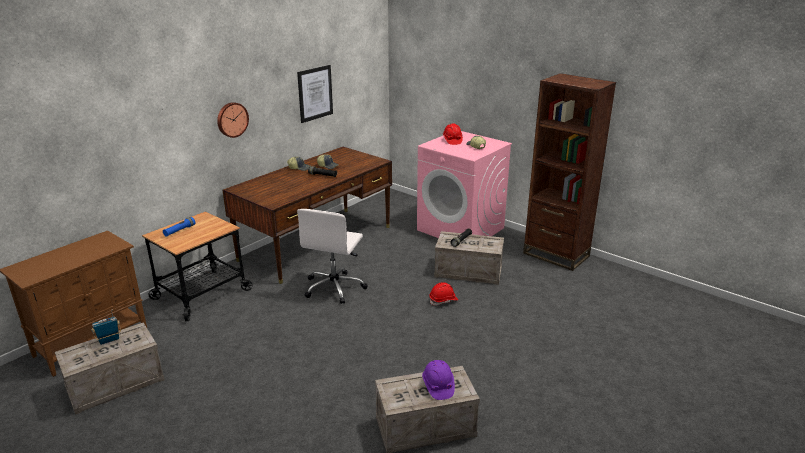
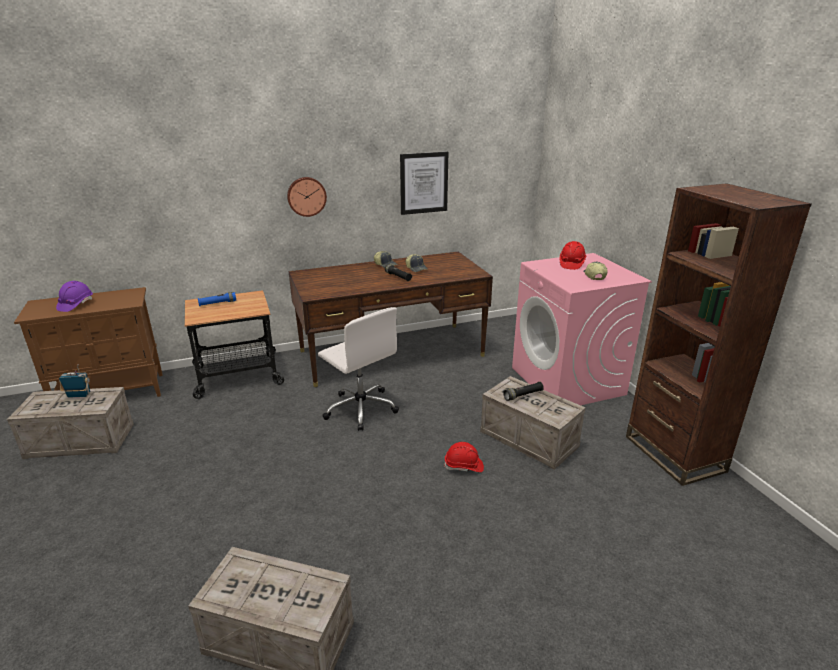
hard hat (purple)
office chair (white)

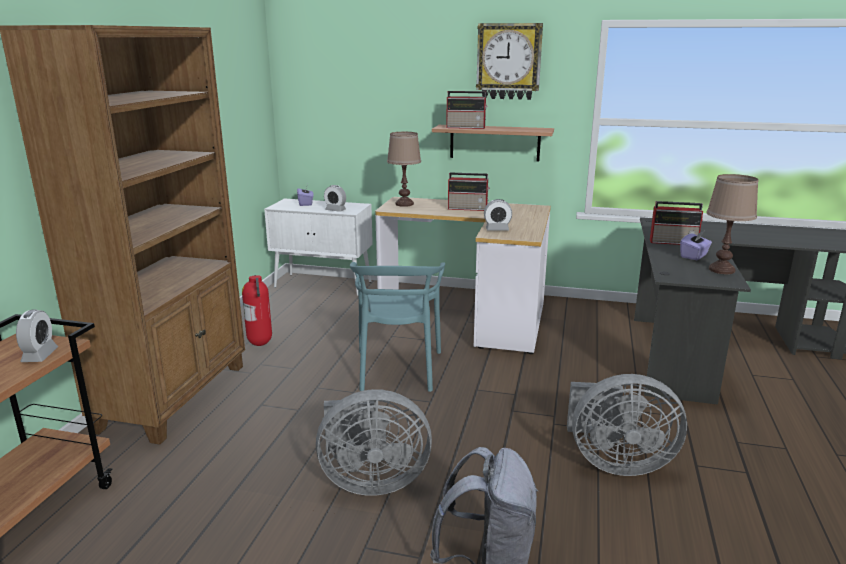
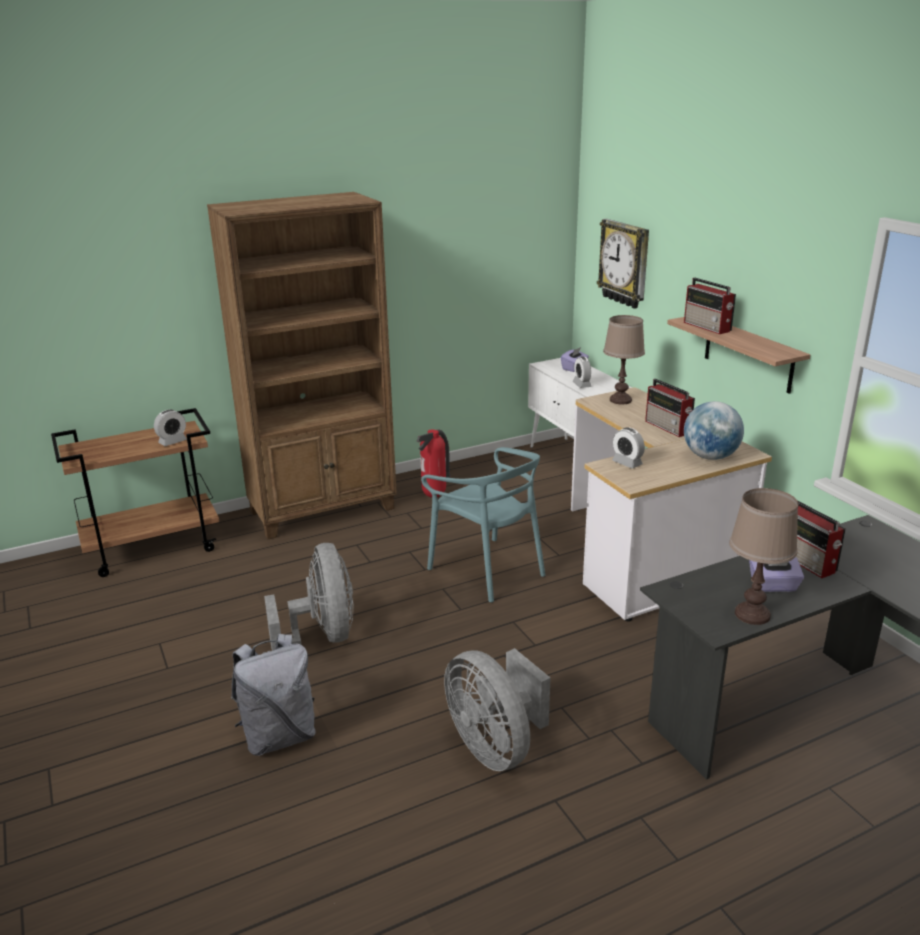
fan (grey) (1st from left)
chair (turquoise)
wall clock
globe

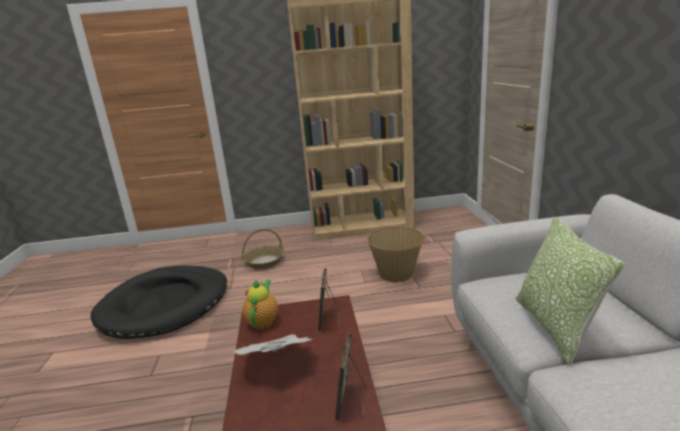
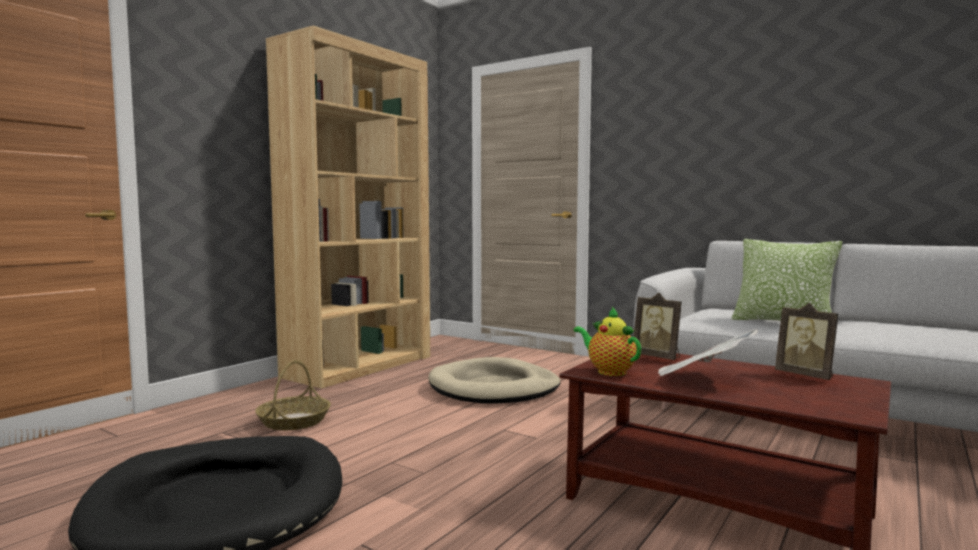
dog bed (beige)

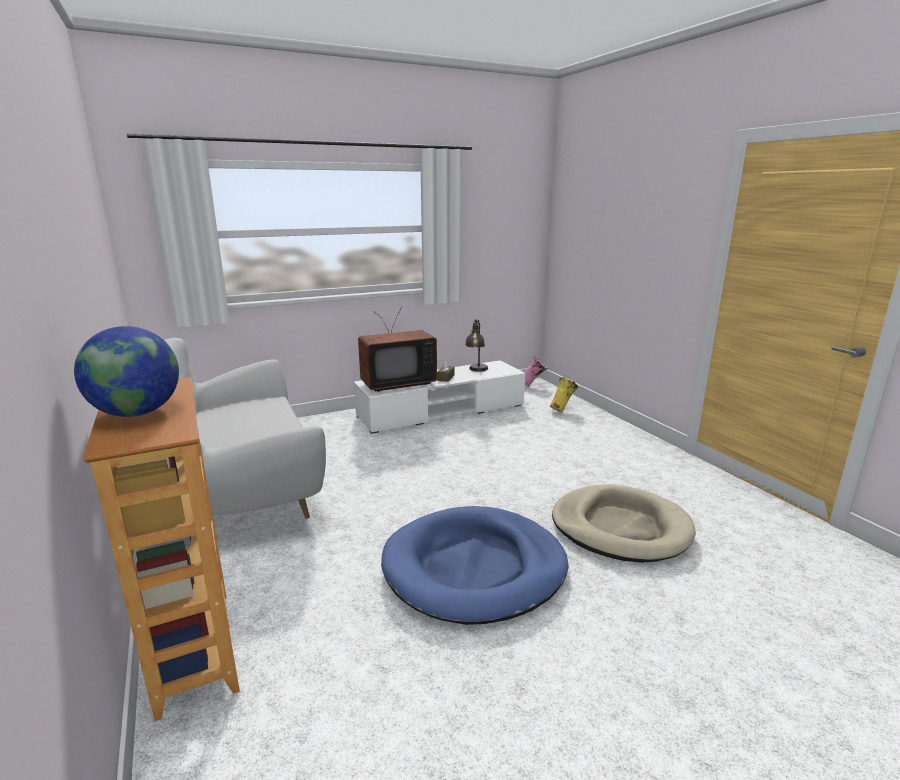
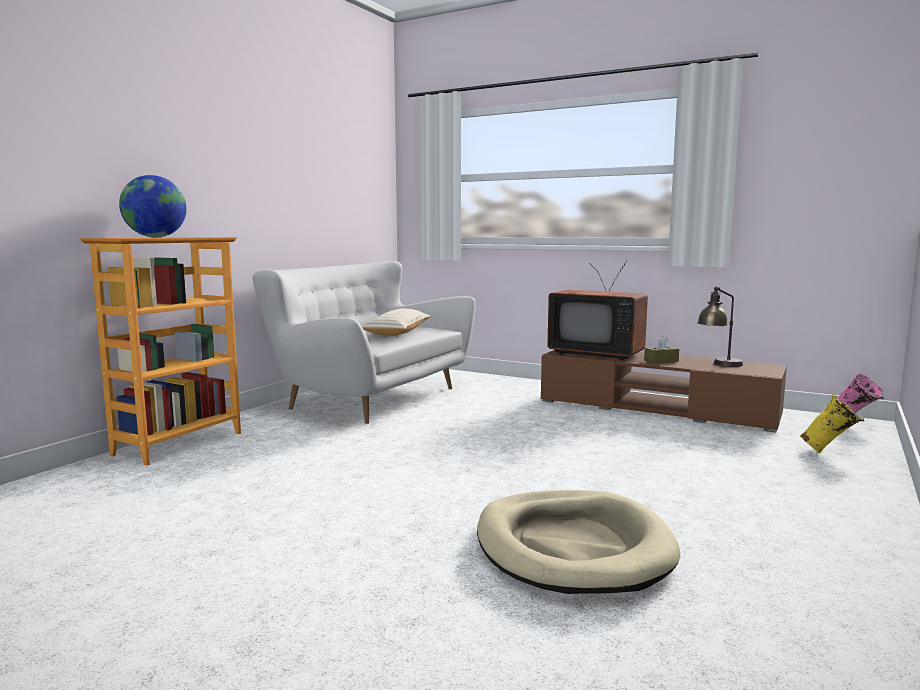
pillow (beige)
tv stand (brown)
dog bed (blue)

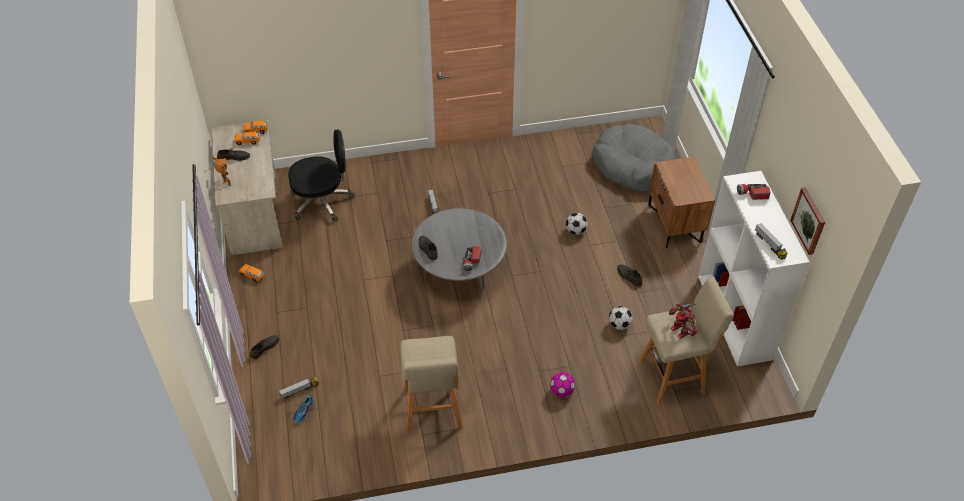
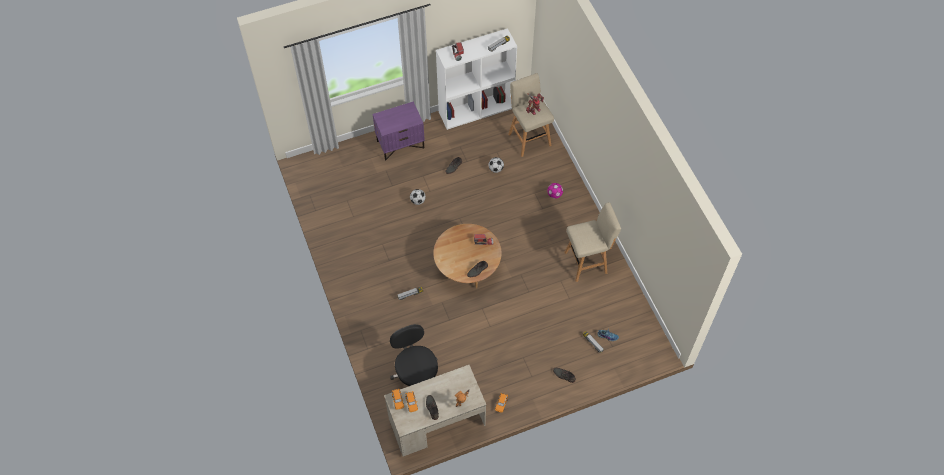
nightstand (purple)
coffee table (brown)
dog bed (grey)
picture

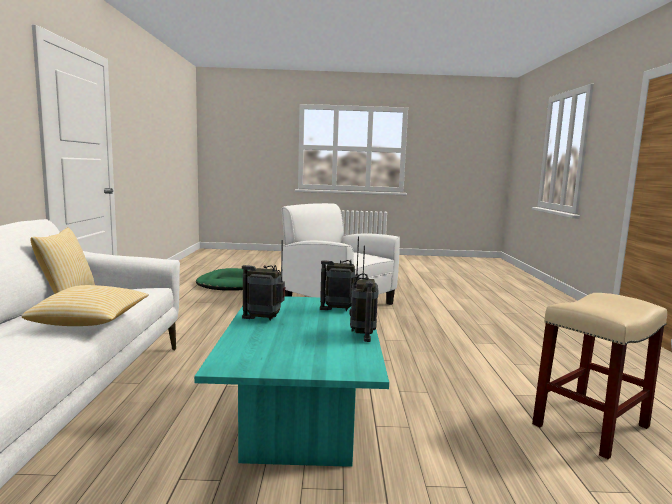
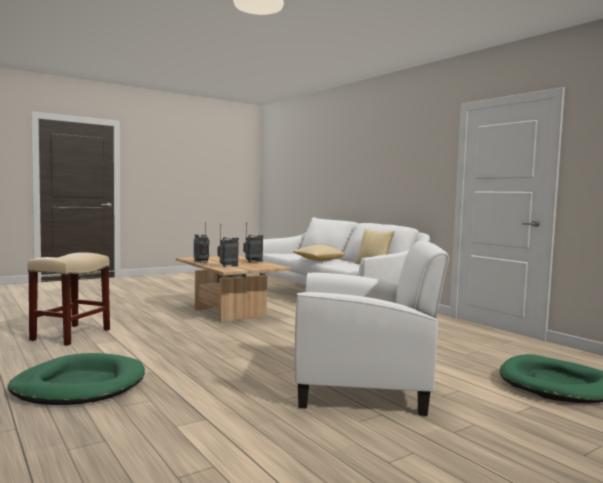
dog bed (green) (1st from left)
coffee table (beige)

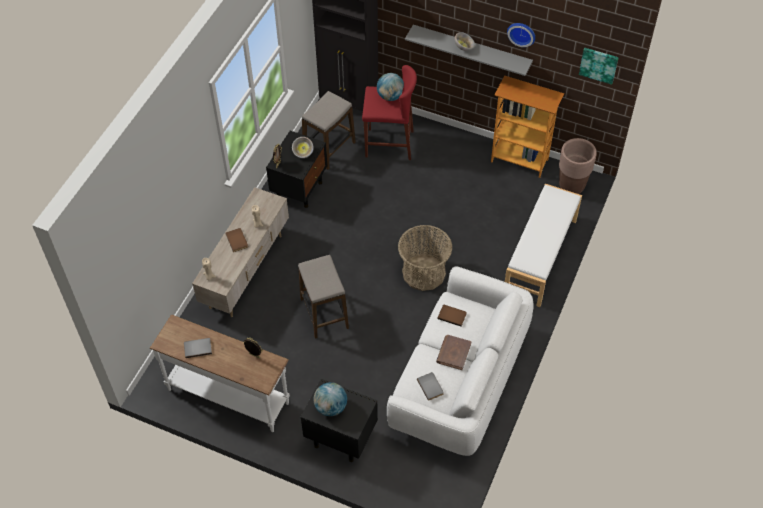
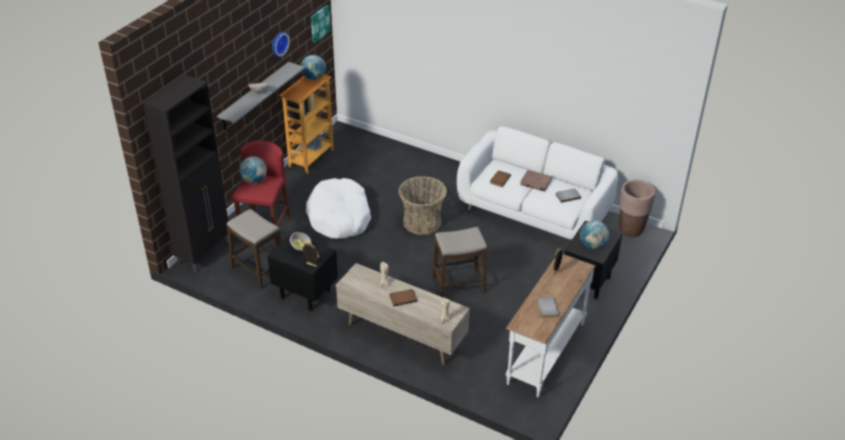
globe (2nd from left)
dog bed (white)
planter (brown)
bench (white)

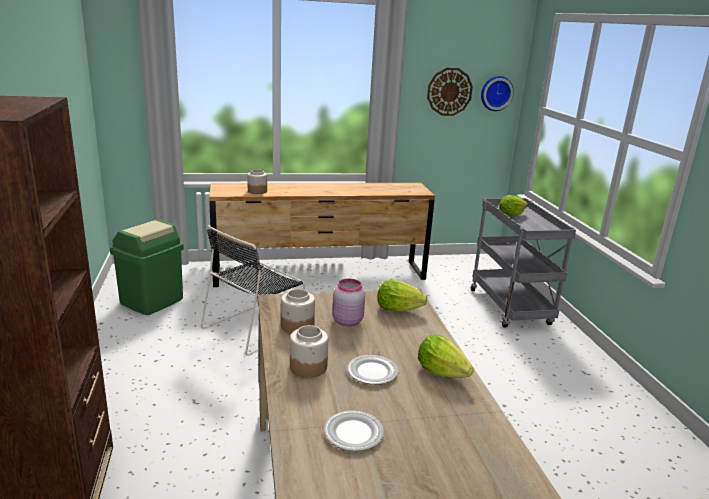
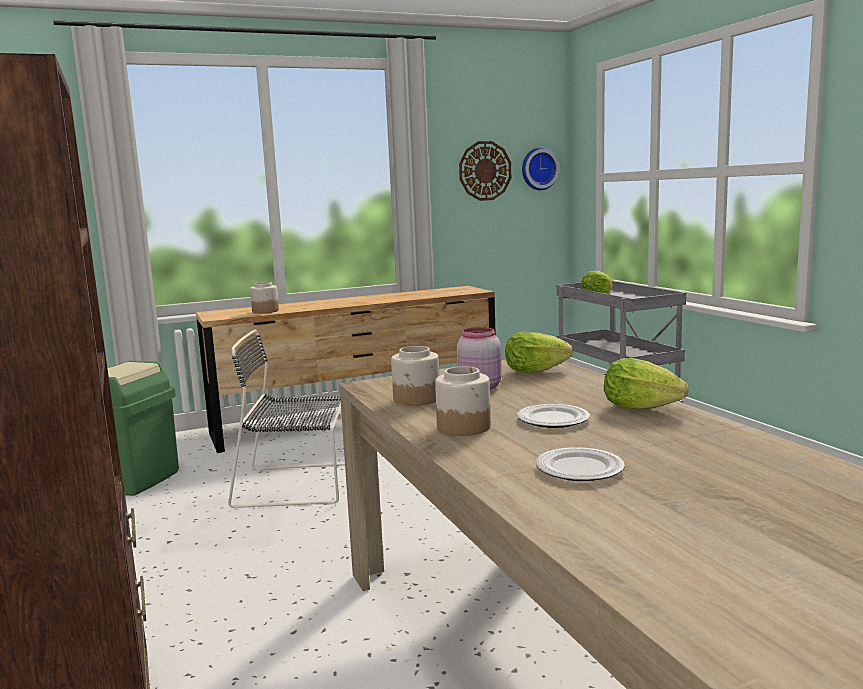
chair (black)

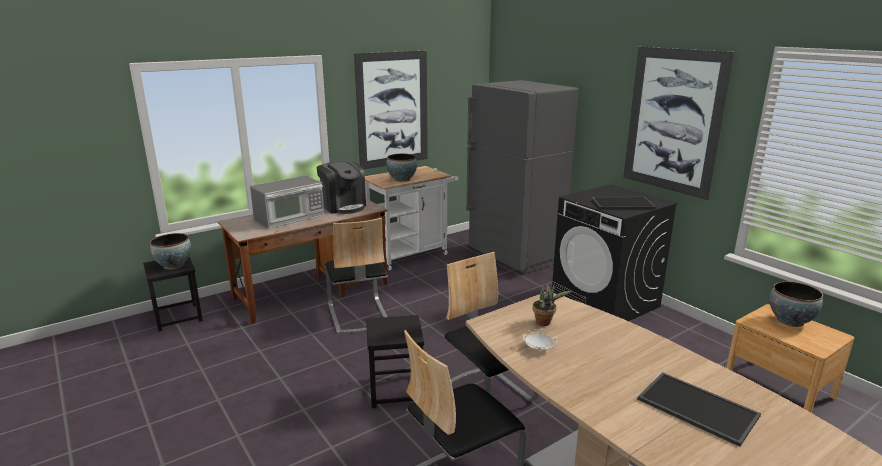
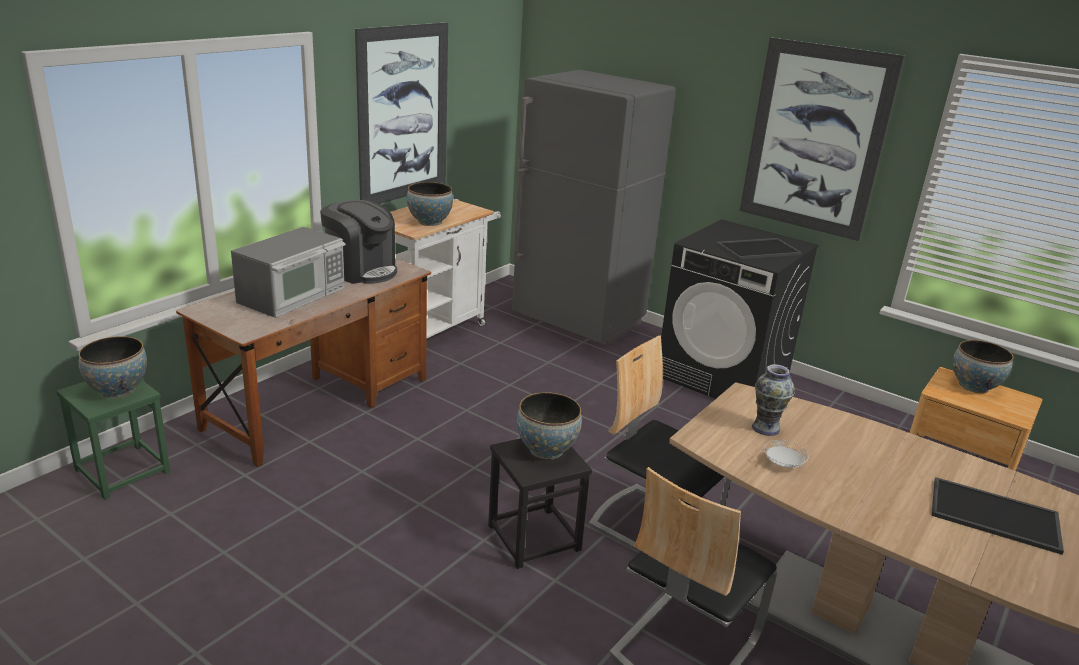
stool (green)
bowl (3rd from left)
vase
chair (1st from left in the first image)

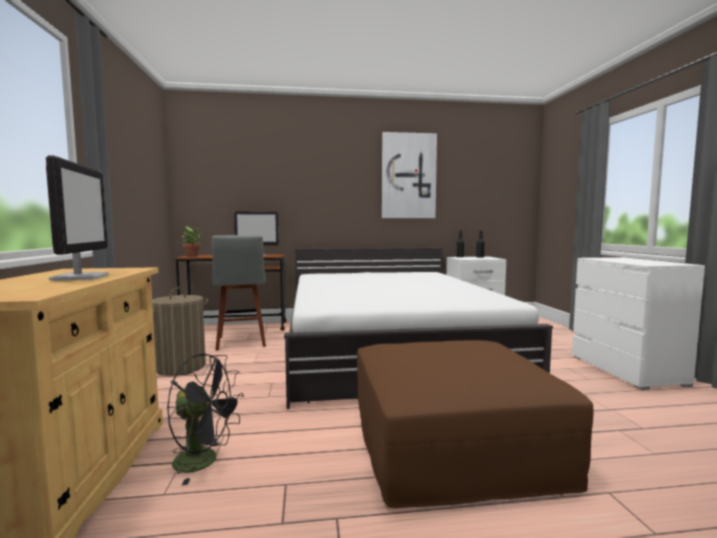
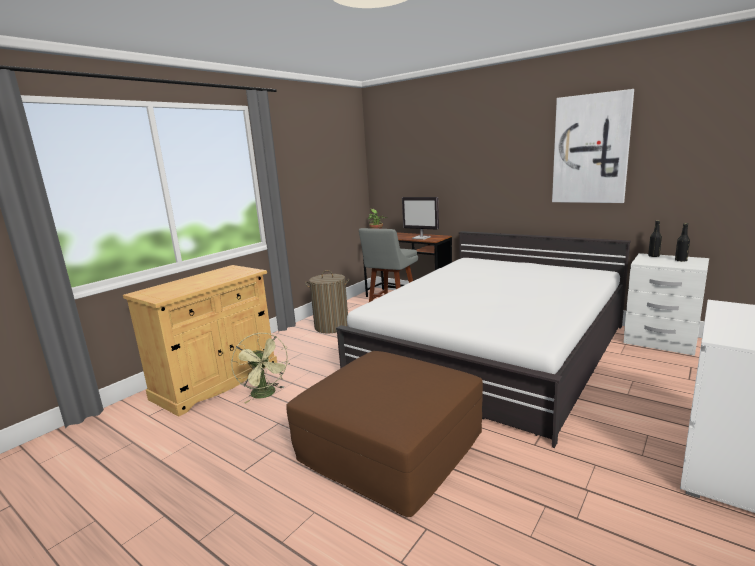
fan (green)
monitor (1st from left in the first image)

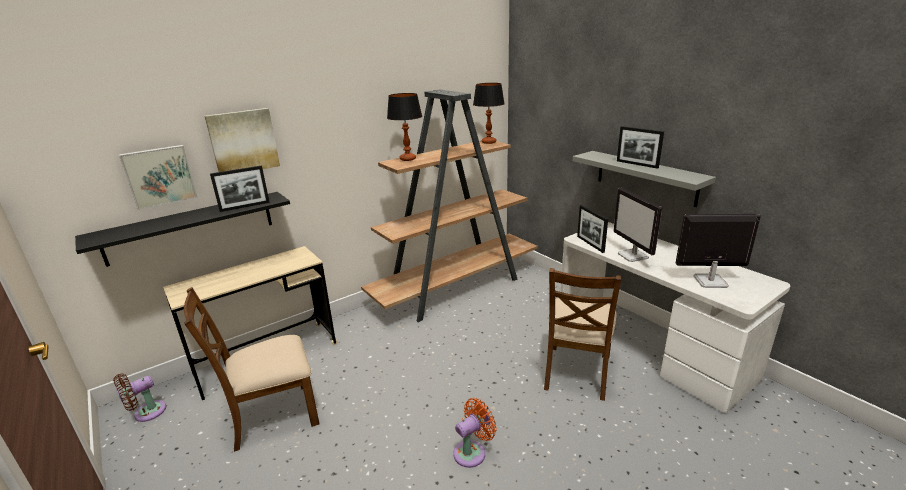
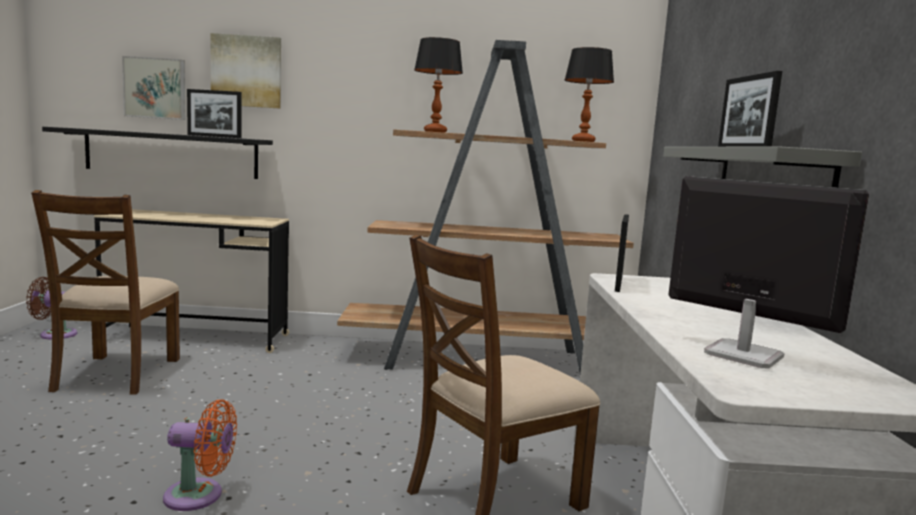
chair (brown) (1st from left)
monitor (1st from left in the first image)

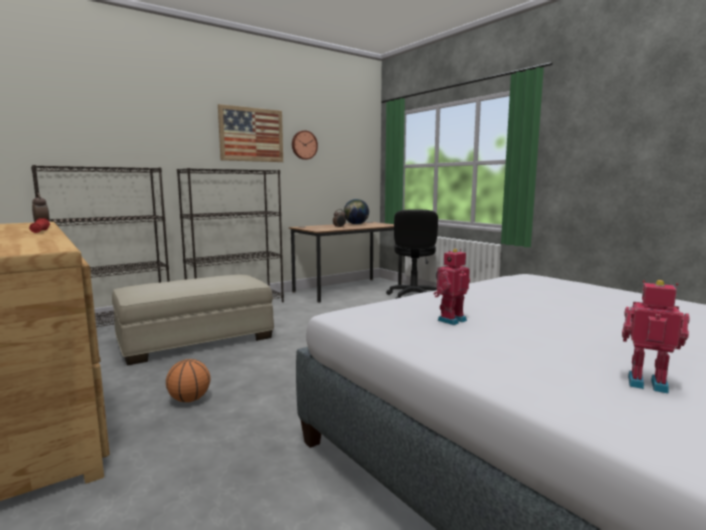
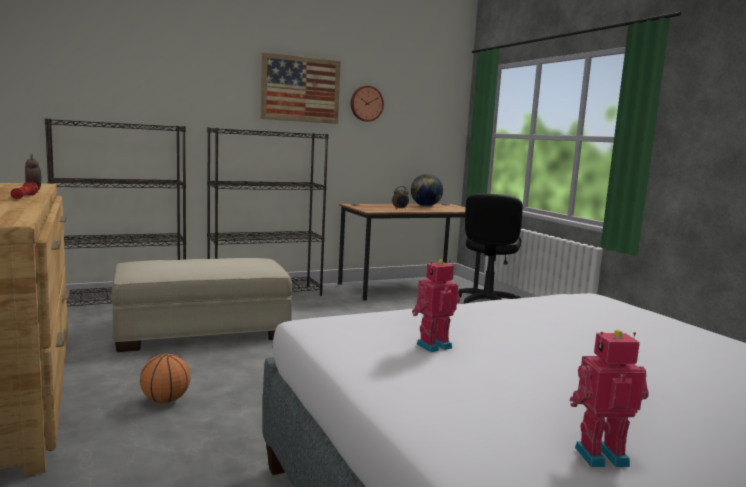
toy robot (2nd from left)

